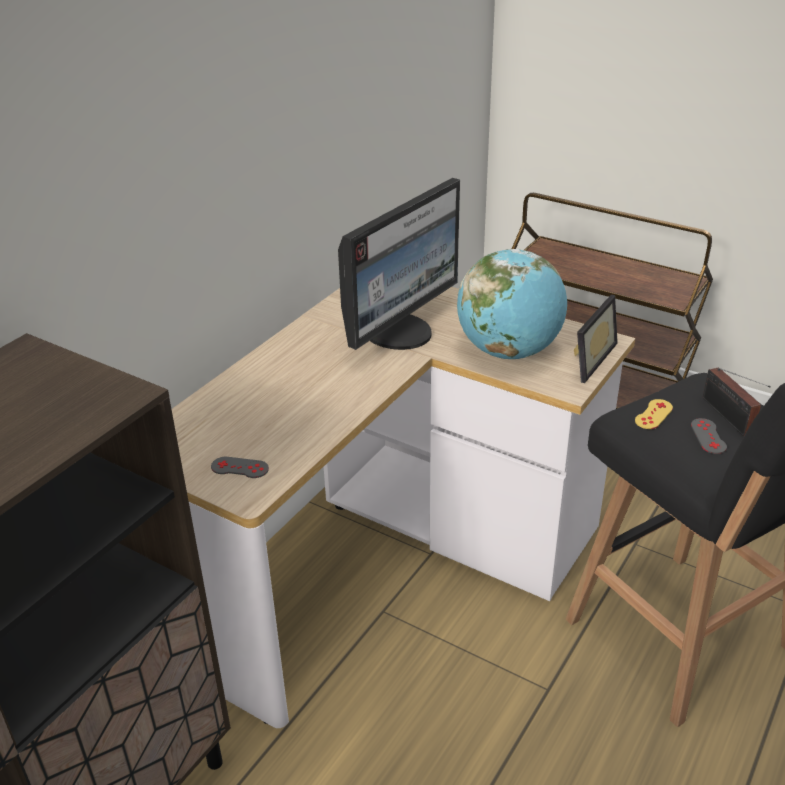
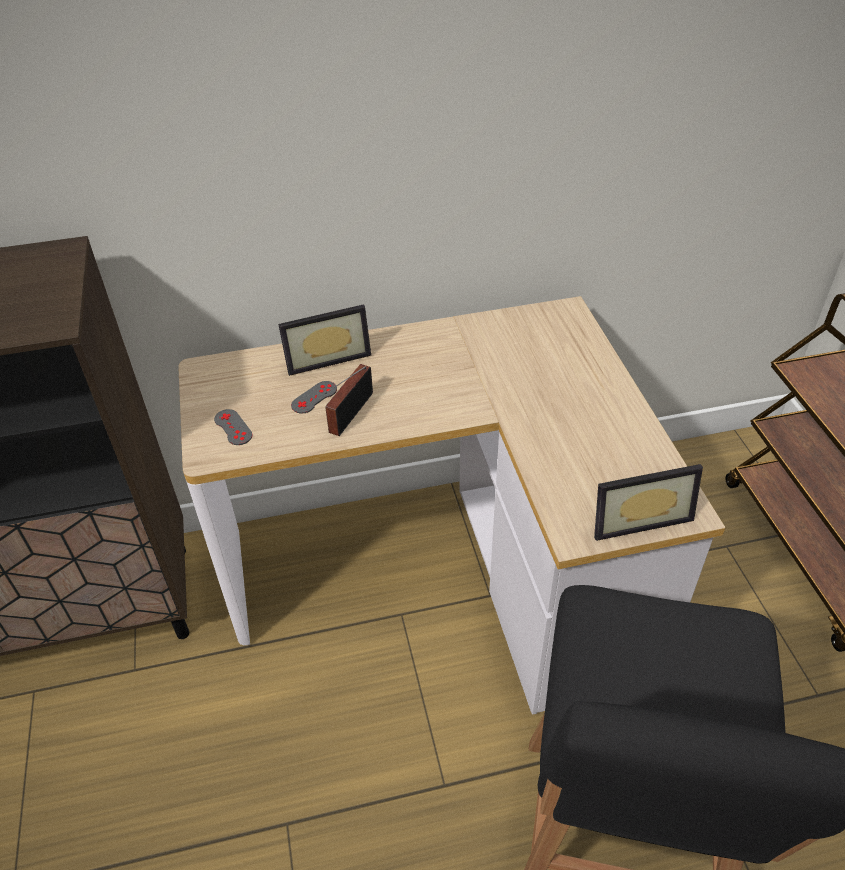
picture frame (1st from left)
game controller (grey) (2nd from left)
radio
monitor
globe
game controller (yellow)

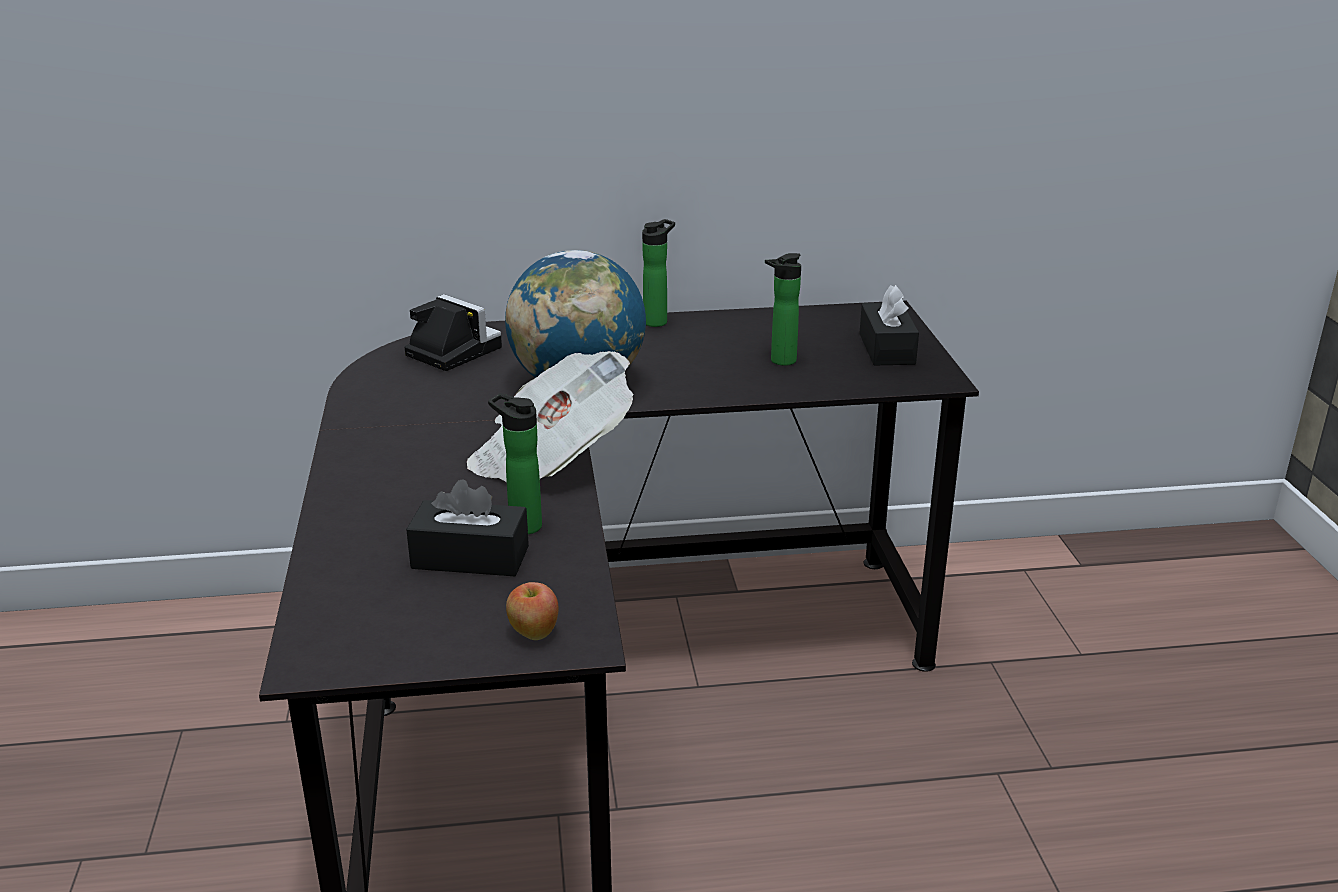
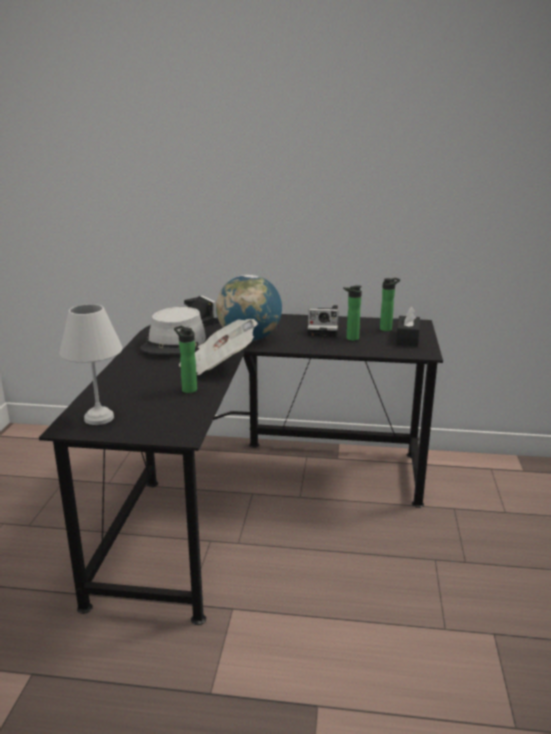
table lamp (white)
hat (grey)
photo camera (2nd from left)
bottle (3rd from left)
tissue box (black) (1st from left in the first image)
apple

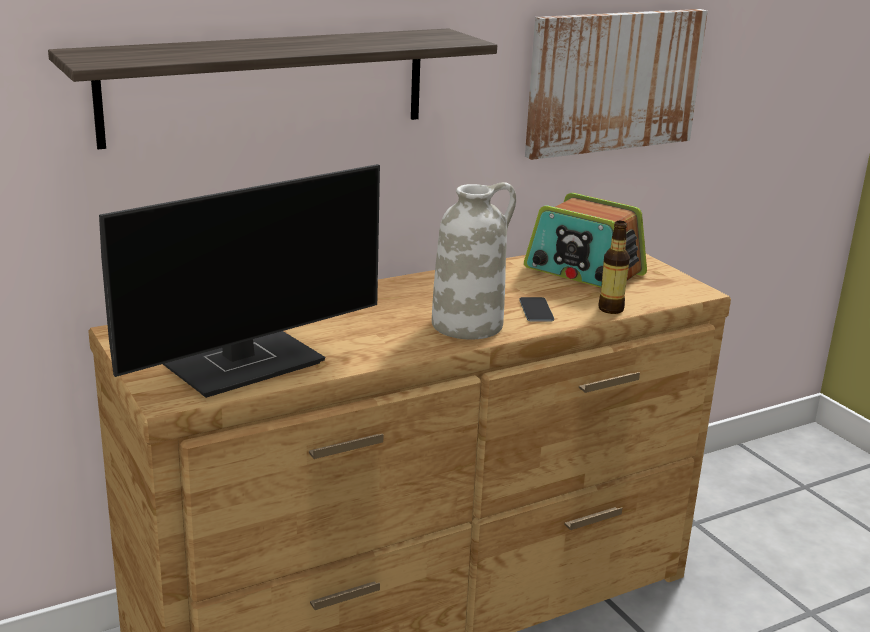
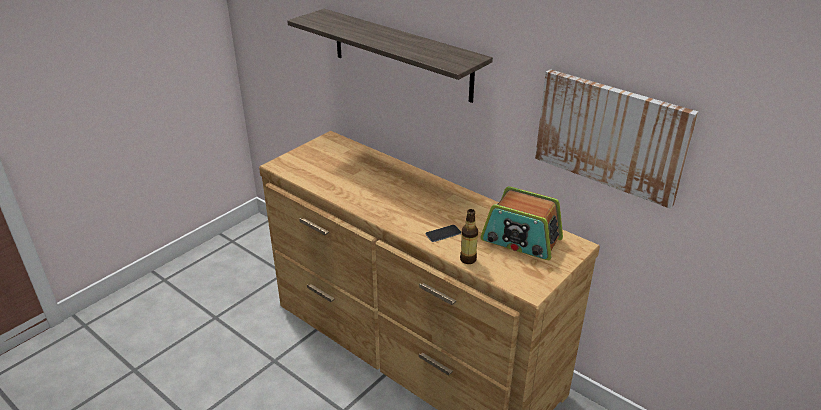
radio
monitor
vase (white)

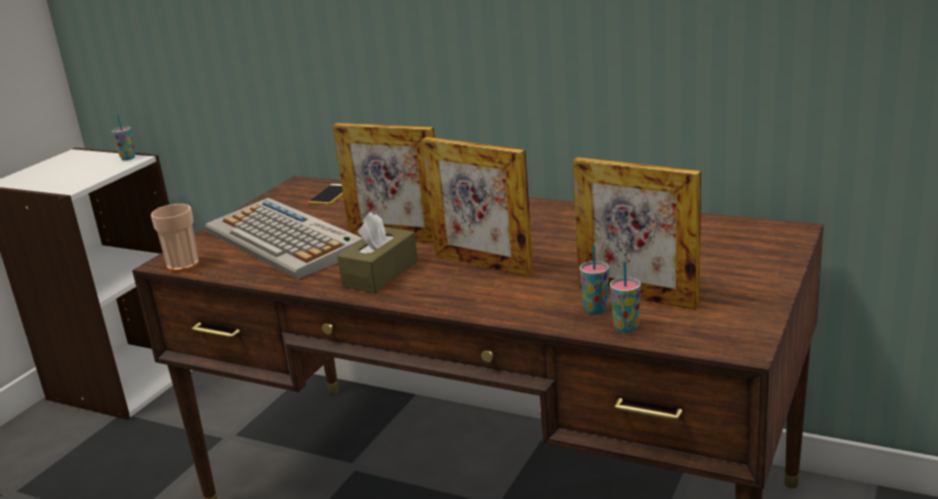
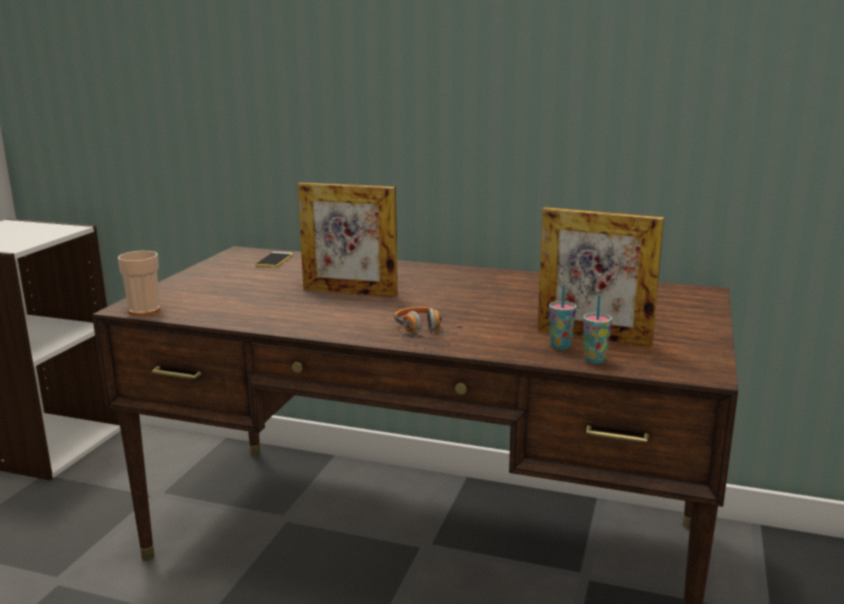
headphones
cup (1st from left in the first image)
keyboard
tissue box (brown)
picture frame (2nd from left in the first image)

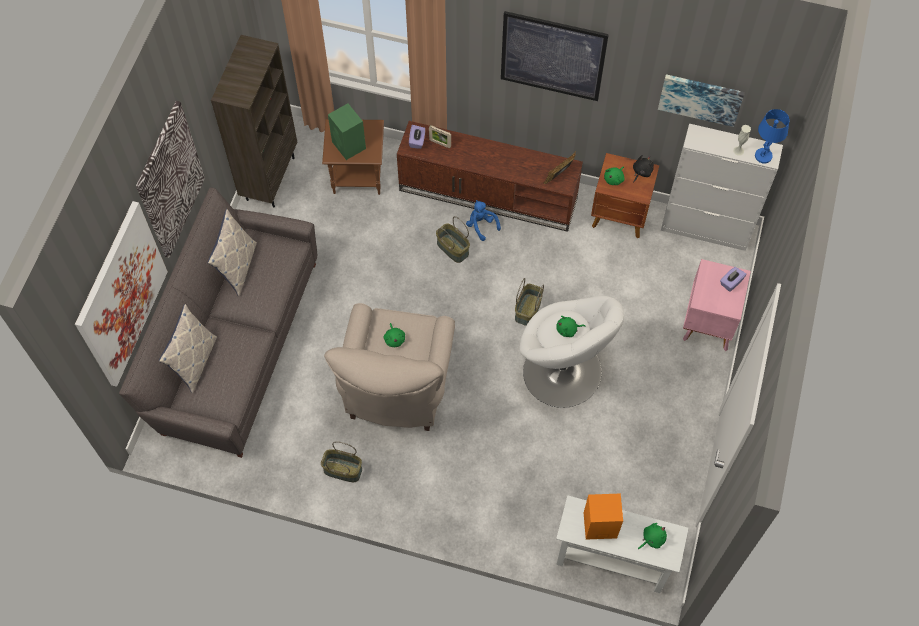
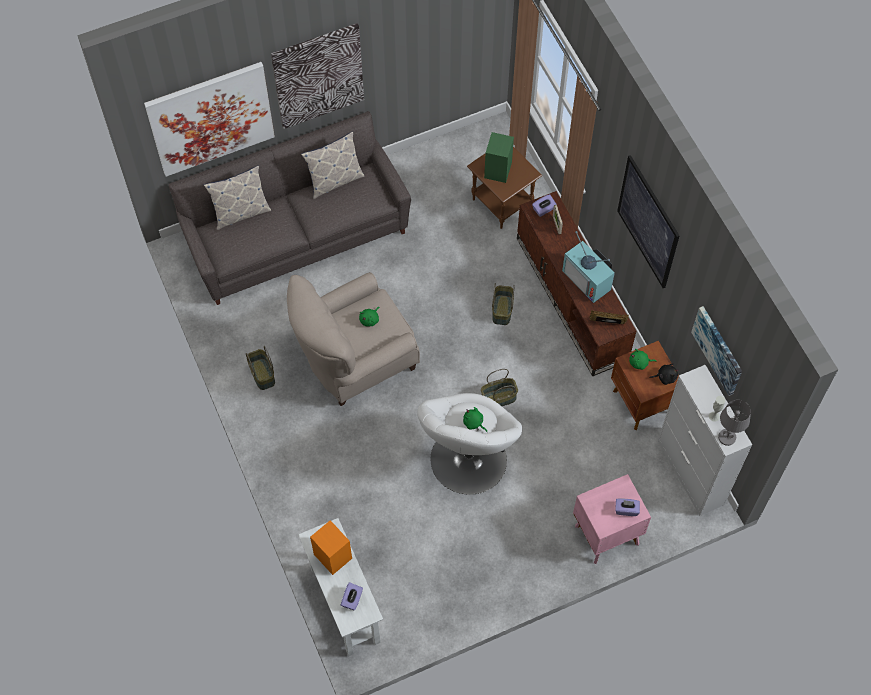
tissue box (purple) (1st from left)
television
table lamp (grey)
bookcase (brown)
plush toy (blue)

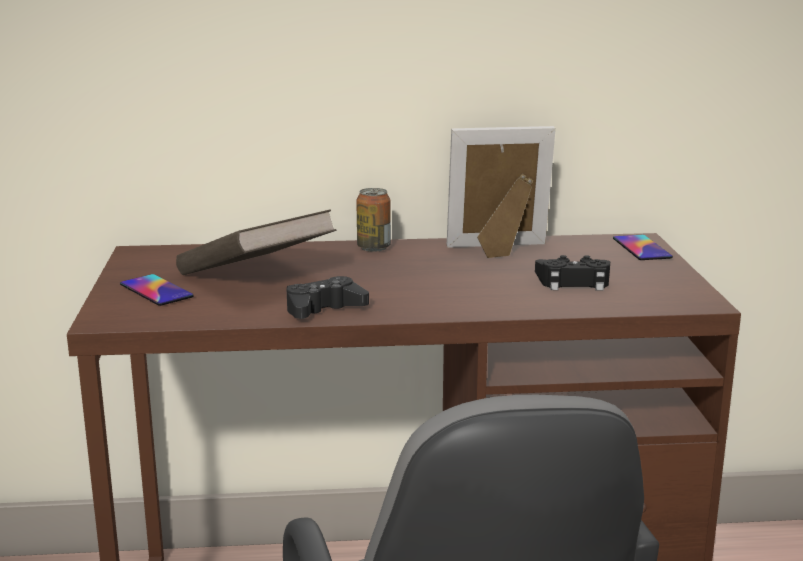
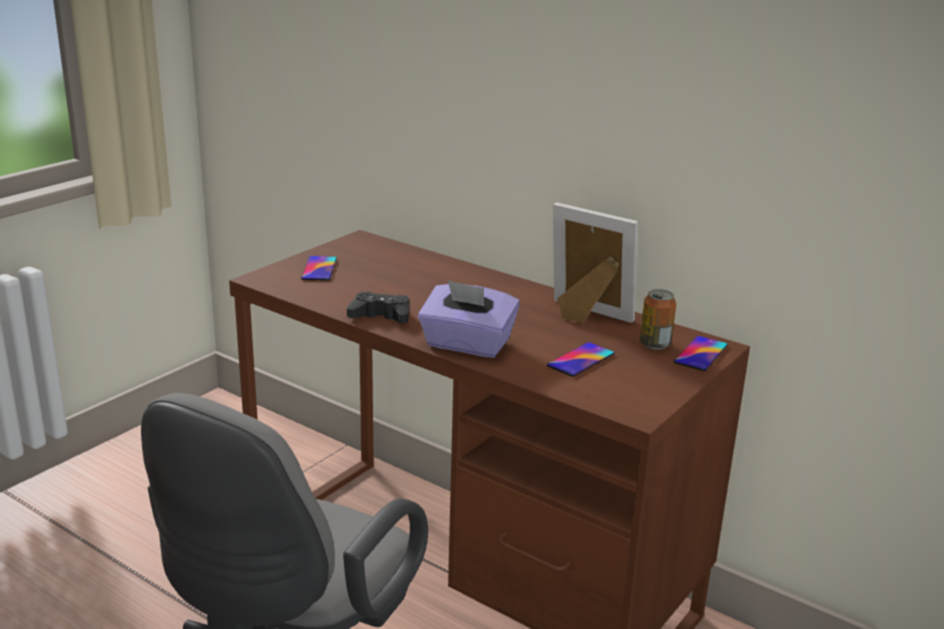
tissue box (purple)
phone (2nd from left)
can
book (brown)

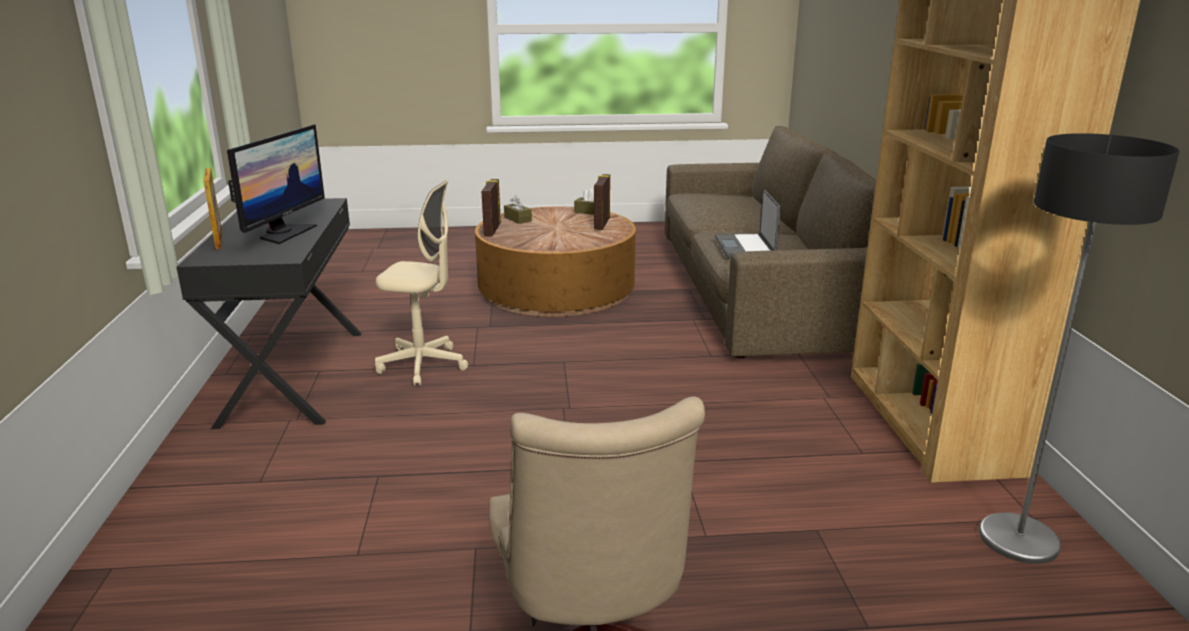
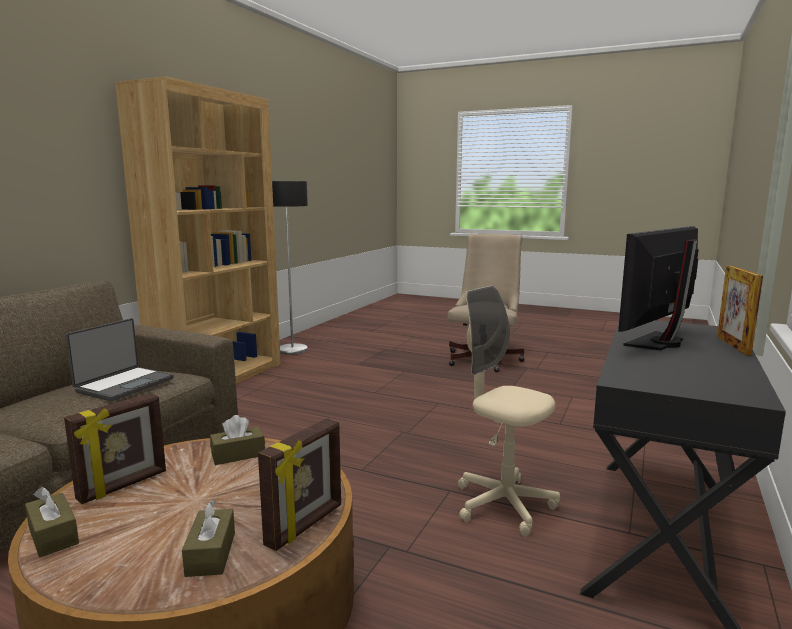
tissue box (brown) (3rd from left)

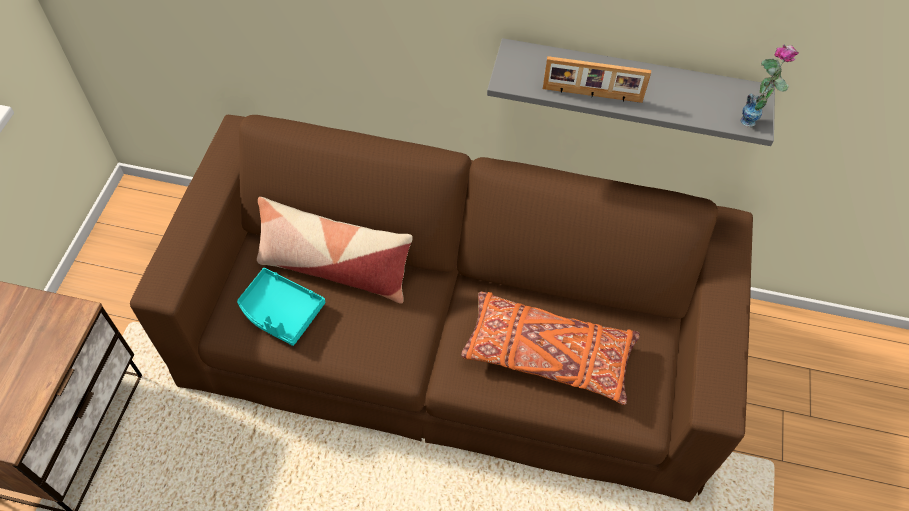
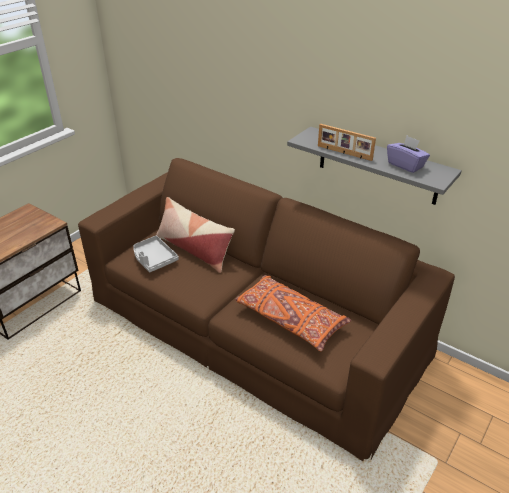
tray (grey)
tissue box (purple)
vase

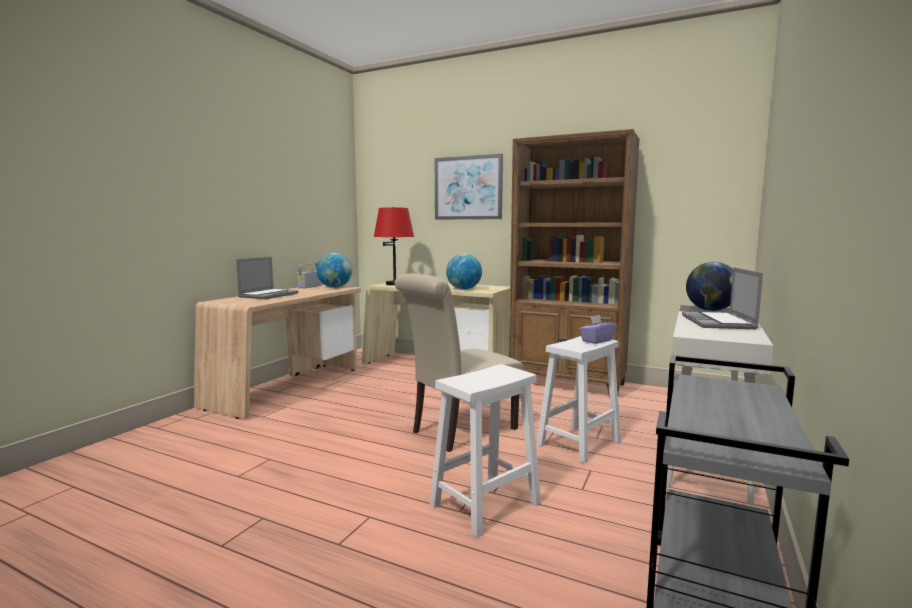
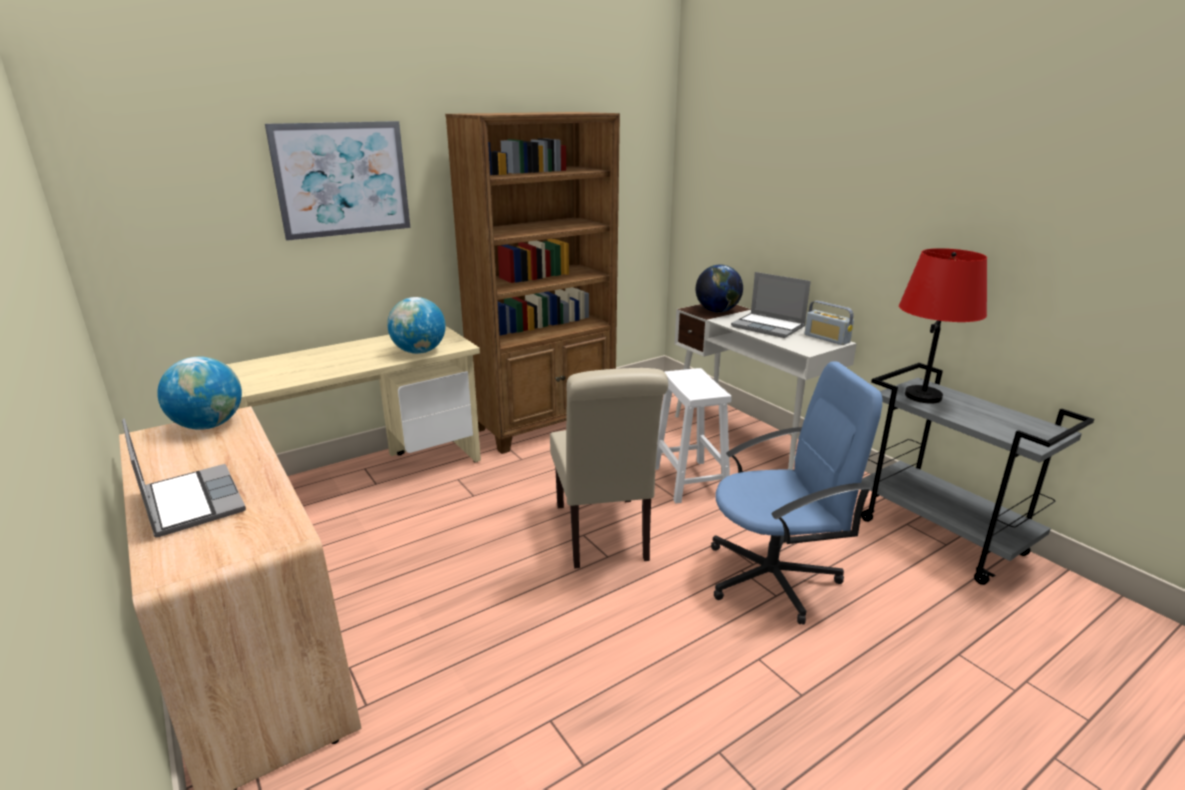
office chair (blue)
radio
table lamp (red)
tissue box (purple)

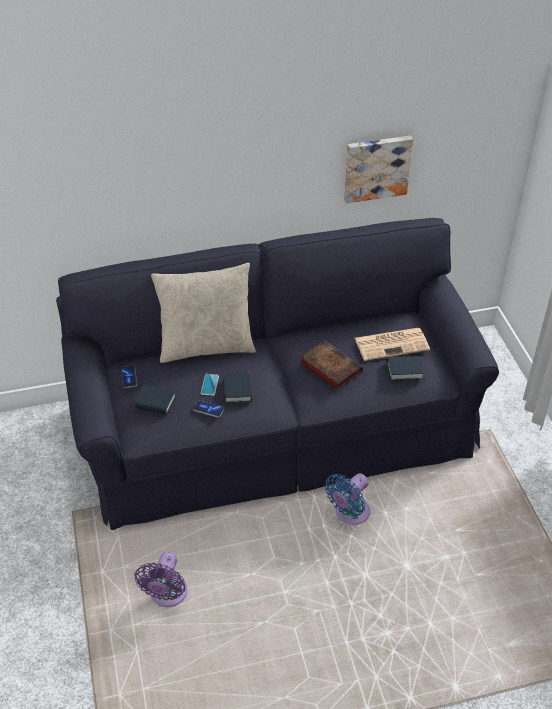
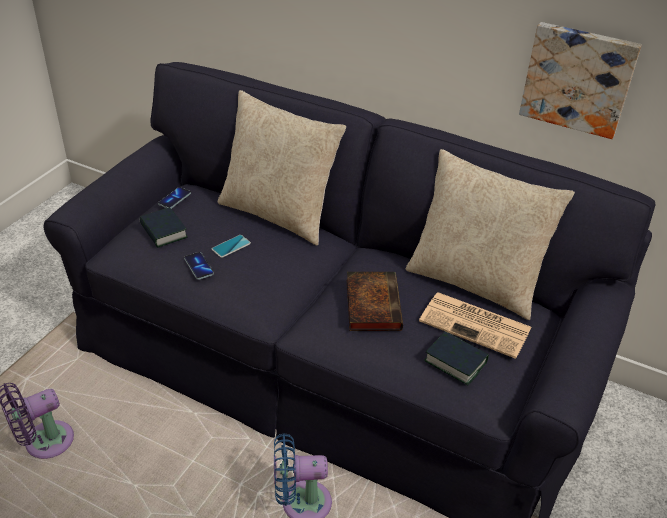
pillow (beige) (2nd from left)
book (2nd from left in the first image)

